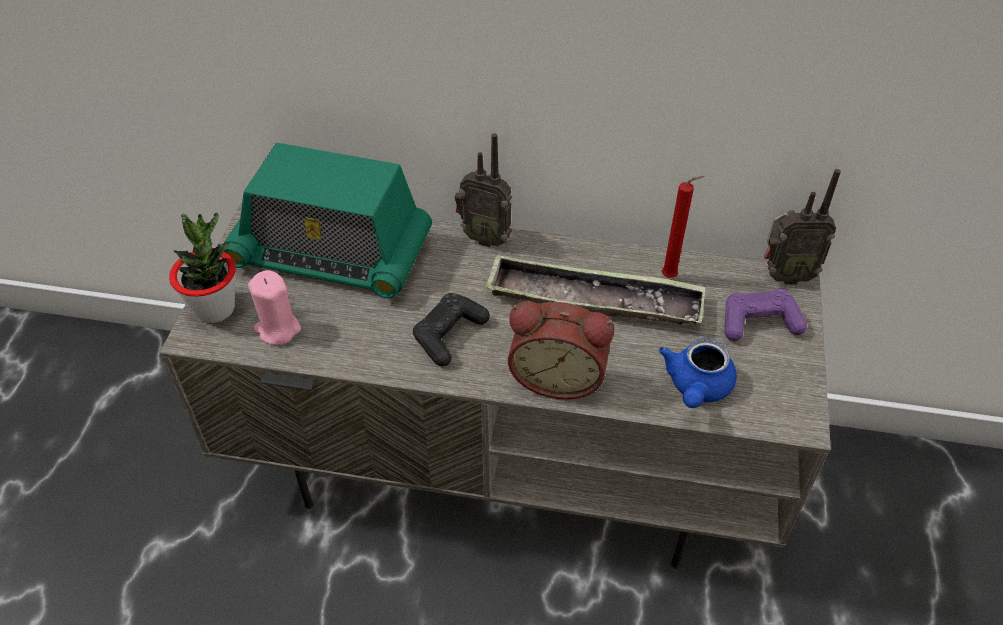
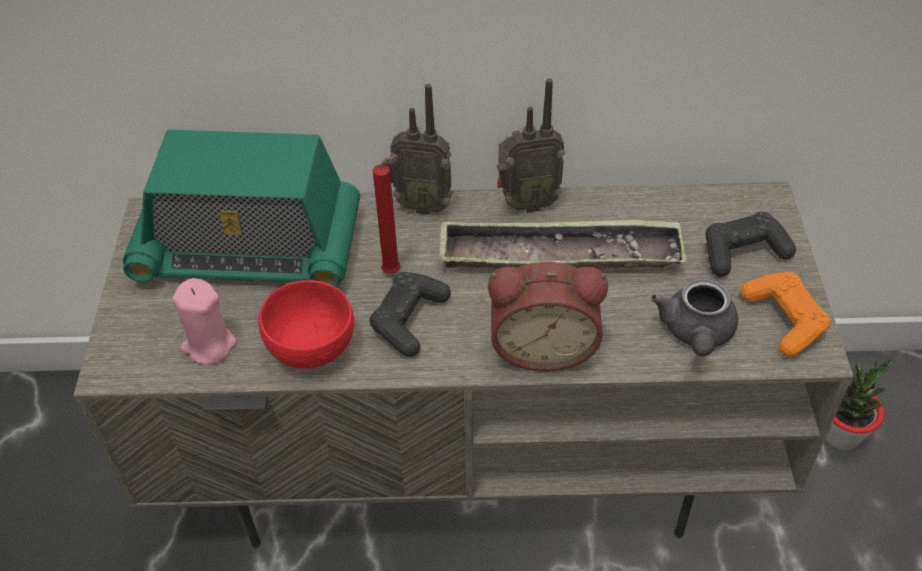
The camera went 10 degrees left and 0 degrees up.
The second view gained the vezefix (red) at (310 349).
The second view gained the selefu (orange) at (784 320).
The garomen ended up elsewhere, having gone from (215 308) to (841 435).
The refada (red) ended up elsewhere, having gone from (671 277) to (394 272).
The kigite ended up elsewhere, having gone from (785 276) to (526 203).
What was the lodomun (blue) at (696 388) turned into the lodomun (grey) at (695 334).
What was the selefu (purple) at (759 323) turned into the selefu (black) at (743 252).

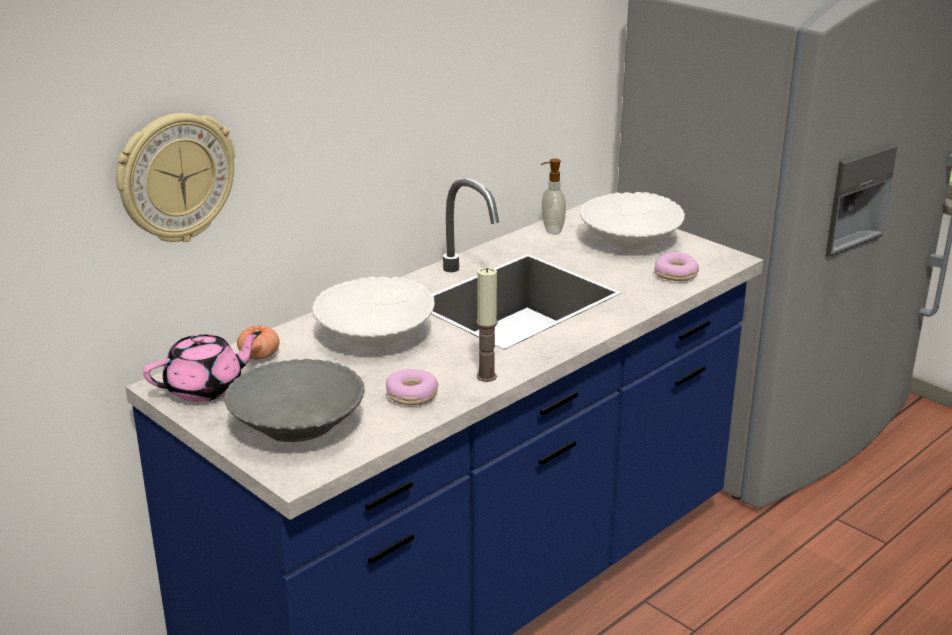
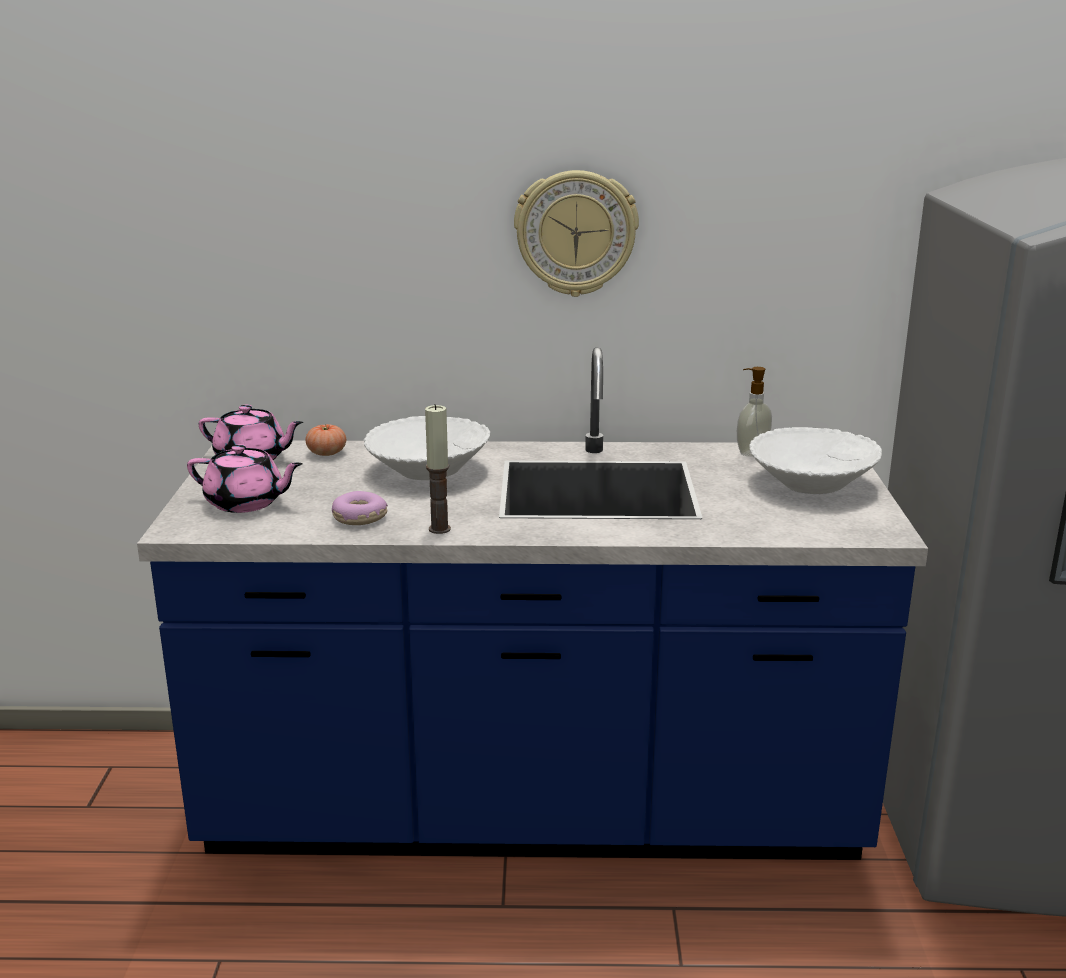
The camera went 45 degrees right and 5 degrees down.
The second view lost the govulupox at (676 274).
The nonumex ended up elsewhere, having gone from (175 178) to (575 233).
Where the vezefix (grey) stood at (297 426), the lodomun (pink) came to stand at (246 503).

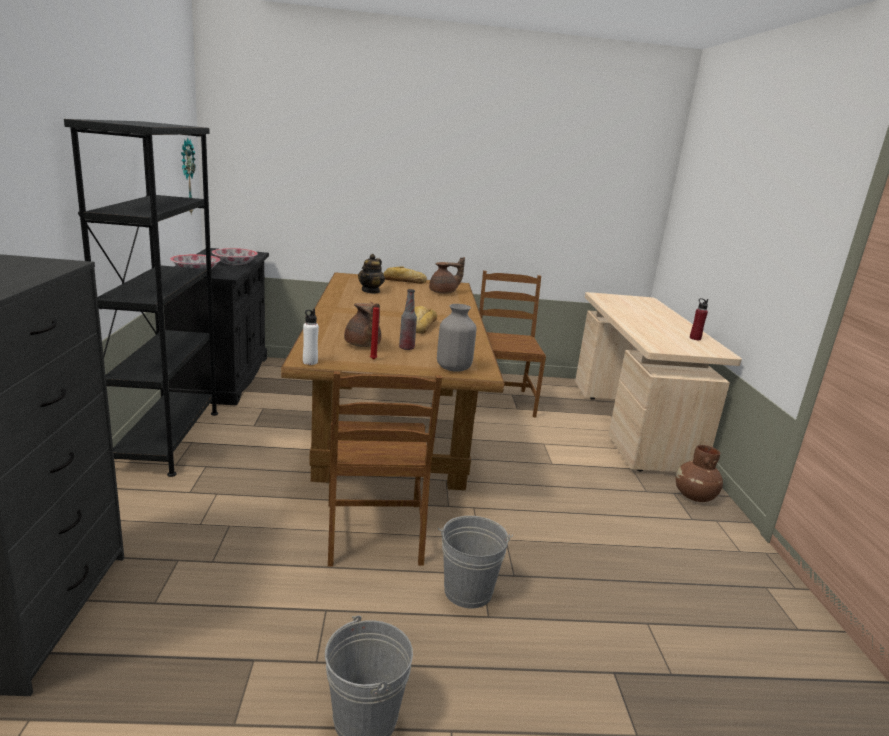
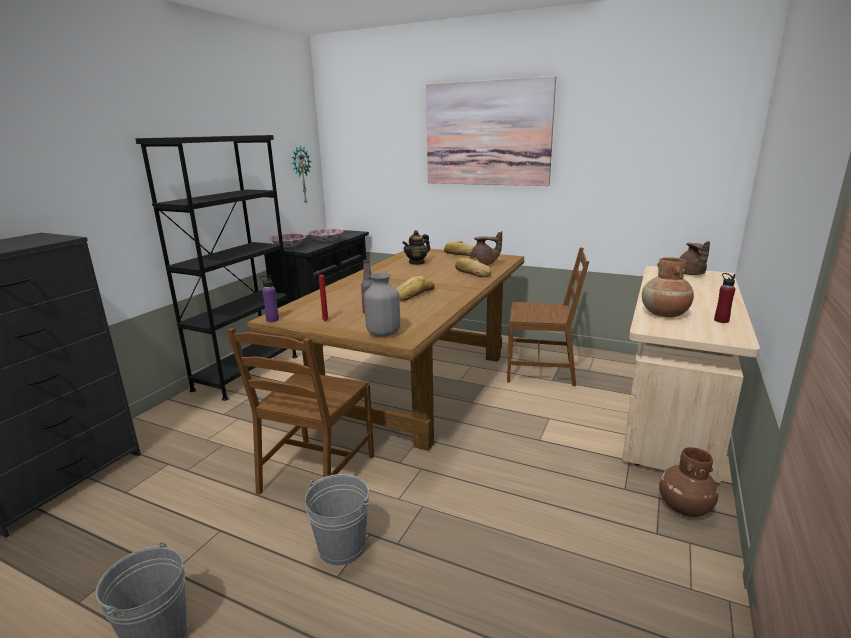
The camera went 30 degrees right and 0 degrees up.
The second view gained the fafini at (487 134).
The second view gained the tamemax at (472 273).
The second view gained the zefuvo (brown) at (664 314).
The lodomun (brown) ended up elsewhere, having gone from (363 345) to (690 274).
What was the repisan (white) at (310 362) turned into the repisan (purple) at (272 320).
The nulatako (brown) at (500 401) ended up facing another way, 75 degrees clockwise from before.

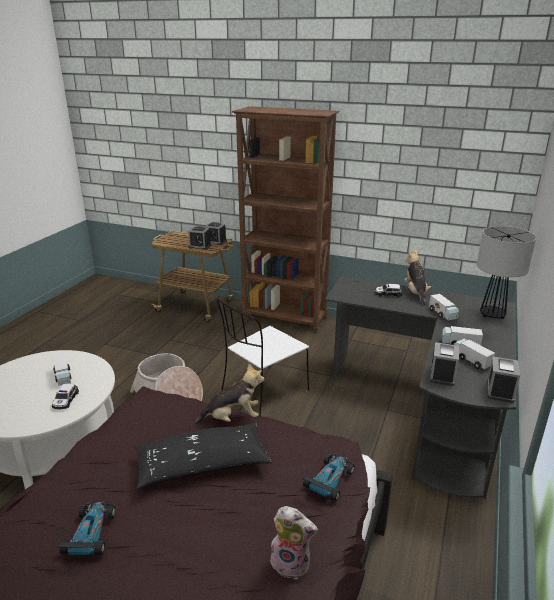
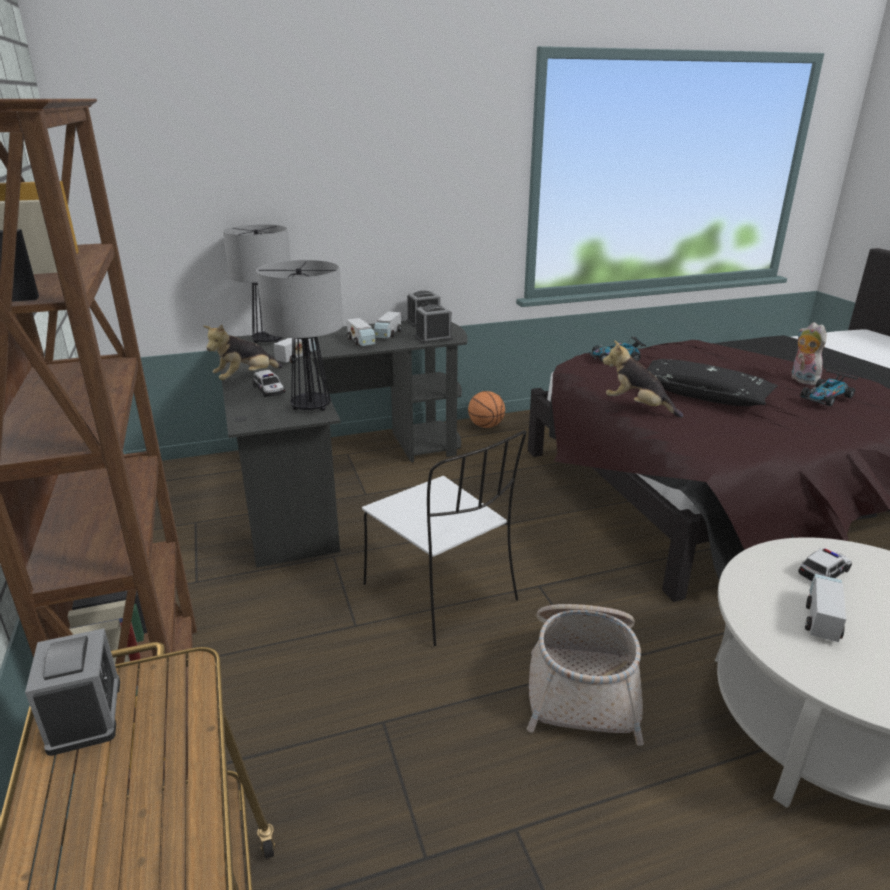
The camera went 130 degrees left and 0 degrees up.
The second view lost the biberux at (200 246).
The second view gained the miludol at (310 407).
The second view gained the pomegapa at (486 426).
The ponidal ended up elsewhere, having gone from (292 563) to (801 380).
The nulatako (white) at (263 391) ended up facing another way, 45 degrees clockwise from before.

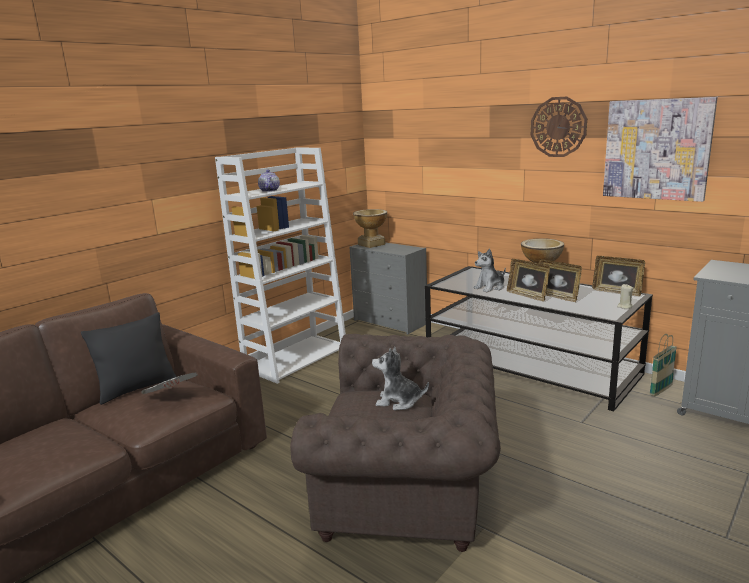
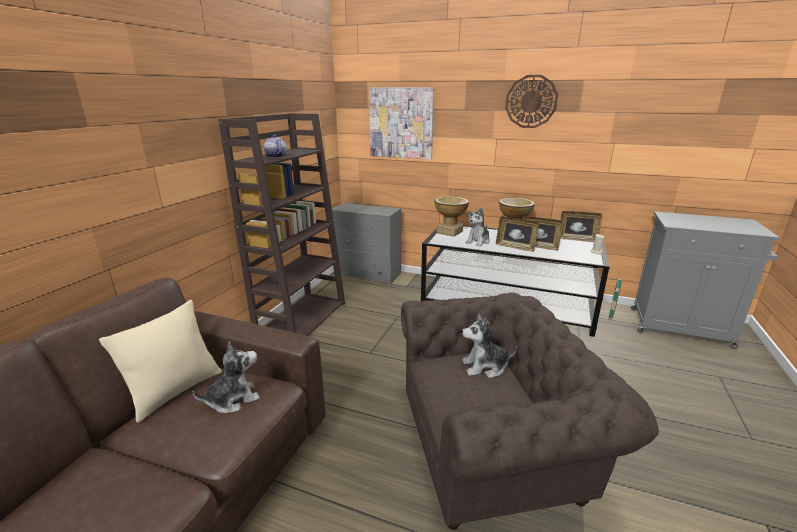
The camera went 20 degrees left and 5 degrees up.
The zefuvo ended up elsewhere, having gone from (371 244) to (450 232).
The fafini ended up elsewhere, having gone from (656 149) to (401 123).
Where the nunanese stood at (171 397), the ponidal came to stand at (233 399).
What was the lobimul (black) at (137 388) turned into the lobimul (beige) at (176 391).
What was the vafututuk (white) at (296 358) turned into the vafututuk (brown) at (302 319).

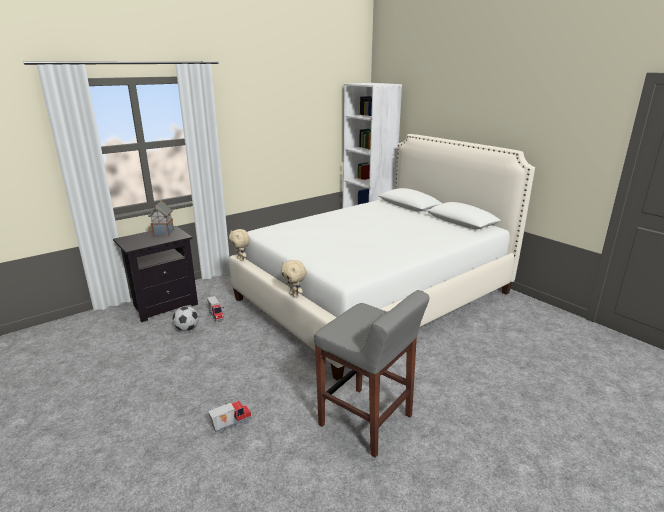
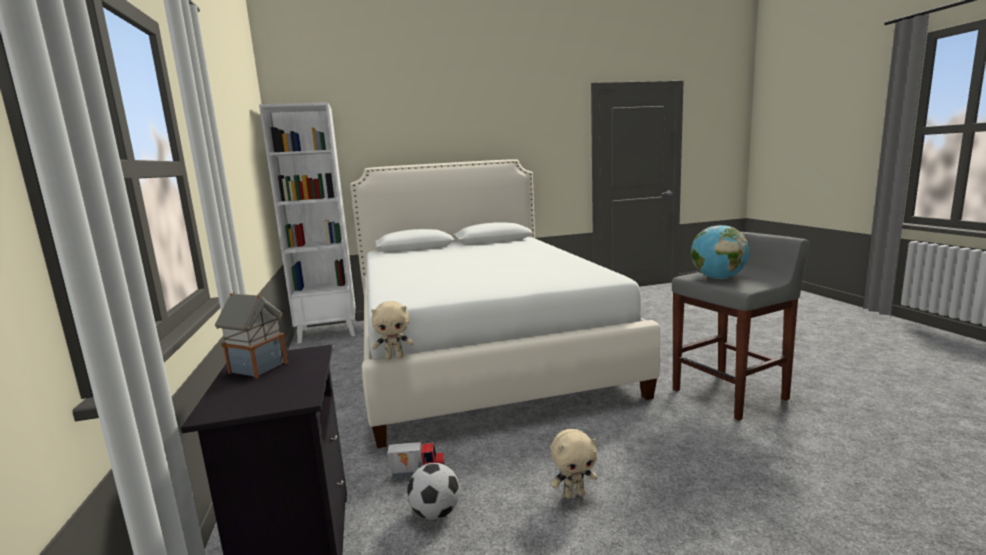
The camera went 65 degrees left and 10 degrees down.
The second view lost the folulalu at (231 424).
The second view gained the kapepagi at (717 278).
The ponidal (beige) ended up elsewhere, having gone from (294 295) to (574 494).

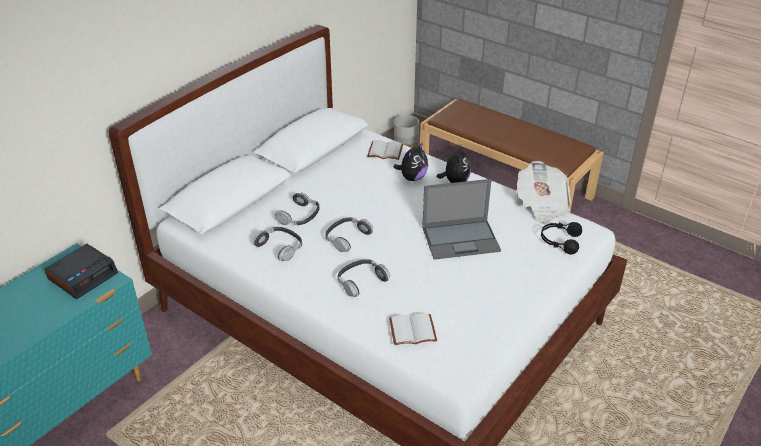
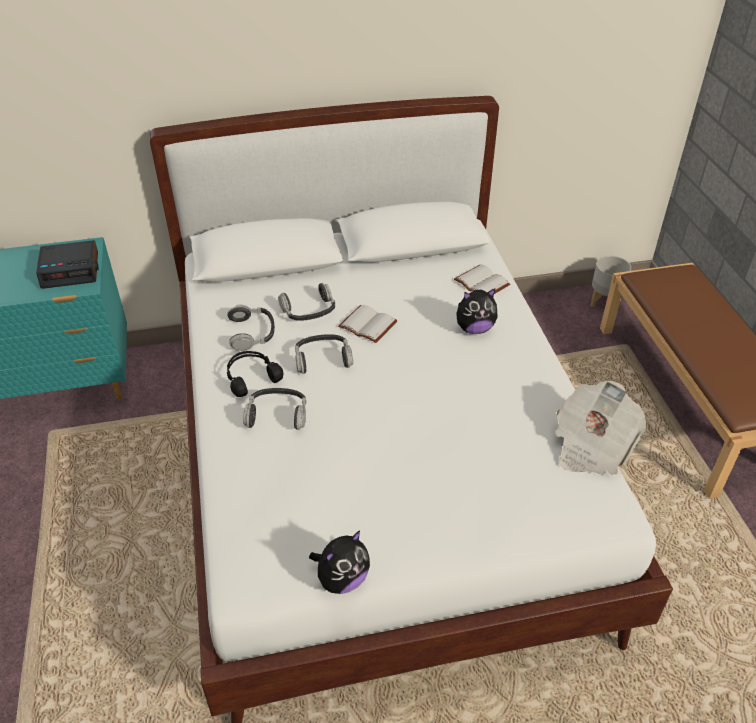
The camera went 40 degrees right and 5 degrees up.
The second view lost the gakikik at (461 239).
The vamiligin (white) ended up elsewhere, having gone from (413 329) to (369 324).
The ponidal ended up elsewhere, having gone from (455 182) to (342 579).
The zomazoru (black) ended up elsewhere, having gone from (559 241) to (251 377).

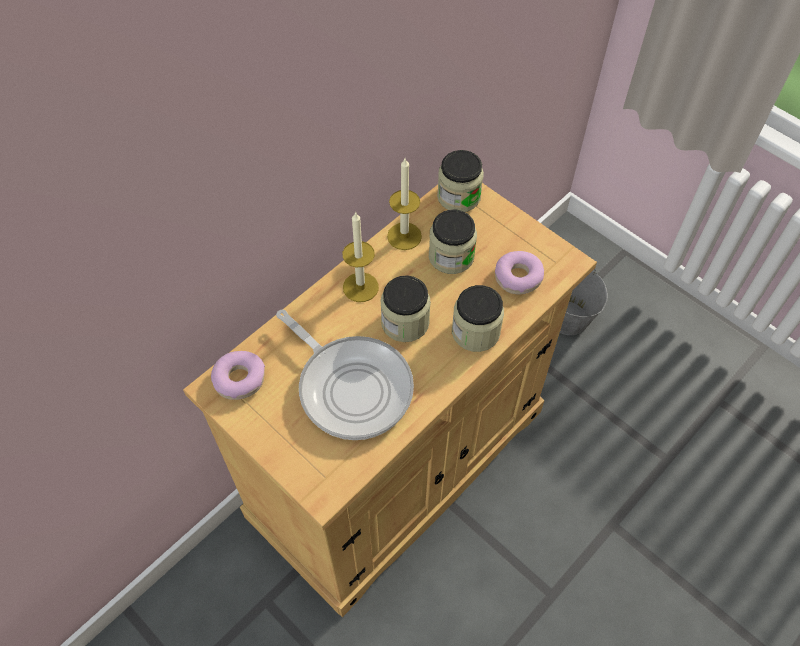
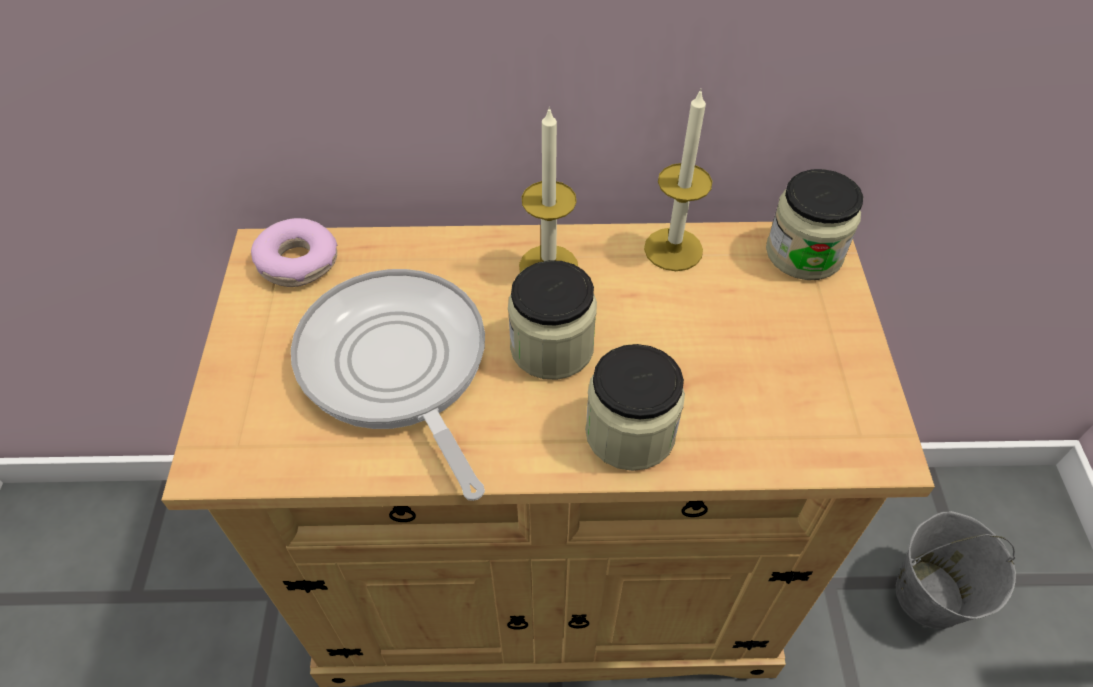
The camera went 45 degrees right and 5 degrees down.
The second view lost the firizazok at (451 256).
The second view lost the govulupox at (518 277).
The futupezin at (351 386) ended up facing another way, 150 degrees clockwise from before.

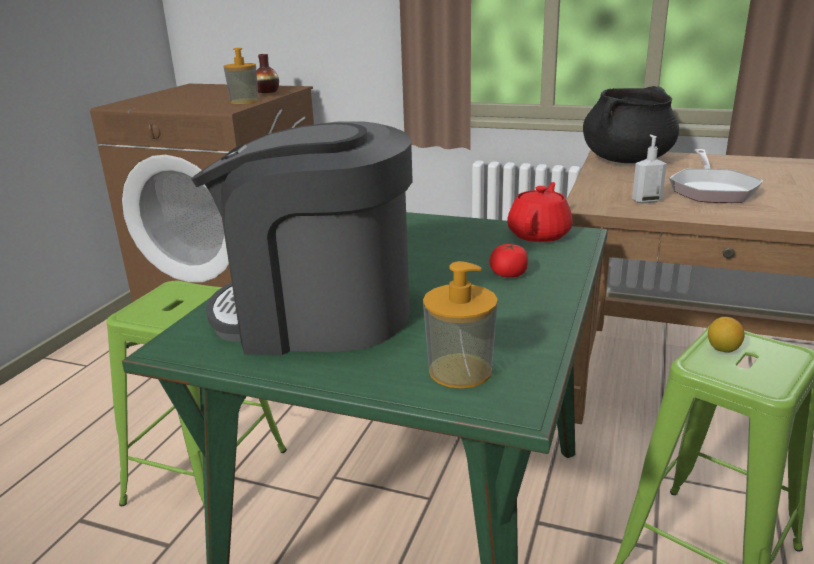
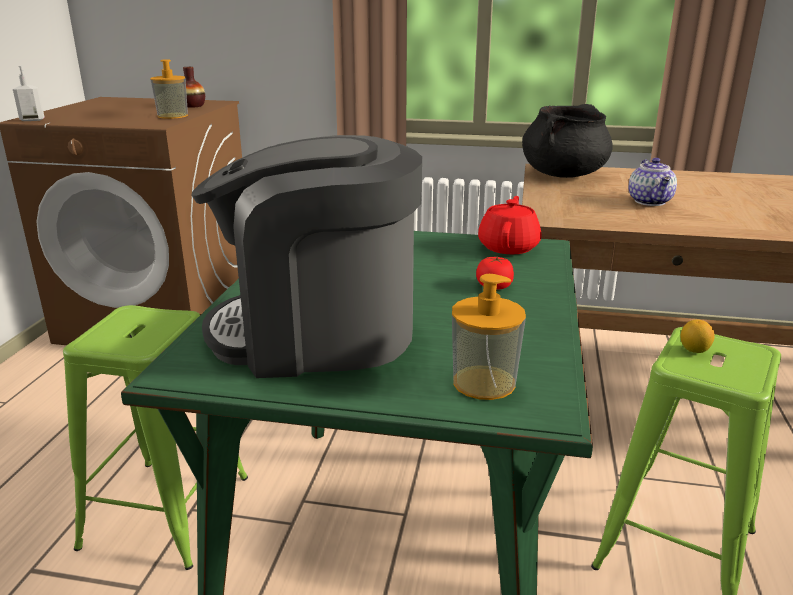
The camera went 10 degrees left and 0 degrees up.
The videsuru ended up elsewhere, having gone from (646 201) to (32 120).
Where the futupezin stood at (711 190), the lodomun came to stand at (651 202).

